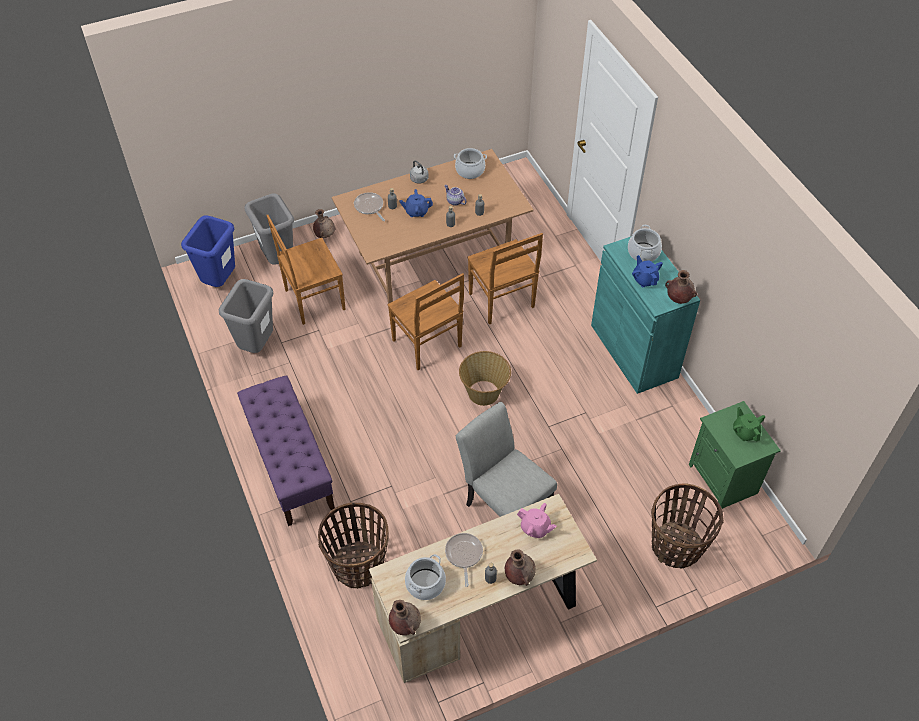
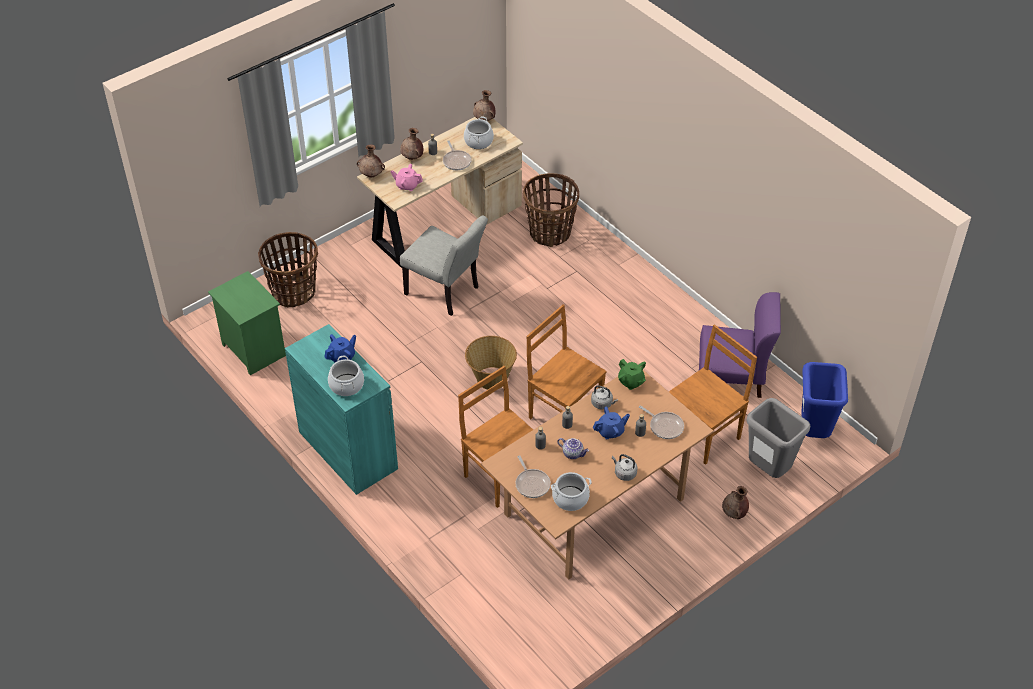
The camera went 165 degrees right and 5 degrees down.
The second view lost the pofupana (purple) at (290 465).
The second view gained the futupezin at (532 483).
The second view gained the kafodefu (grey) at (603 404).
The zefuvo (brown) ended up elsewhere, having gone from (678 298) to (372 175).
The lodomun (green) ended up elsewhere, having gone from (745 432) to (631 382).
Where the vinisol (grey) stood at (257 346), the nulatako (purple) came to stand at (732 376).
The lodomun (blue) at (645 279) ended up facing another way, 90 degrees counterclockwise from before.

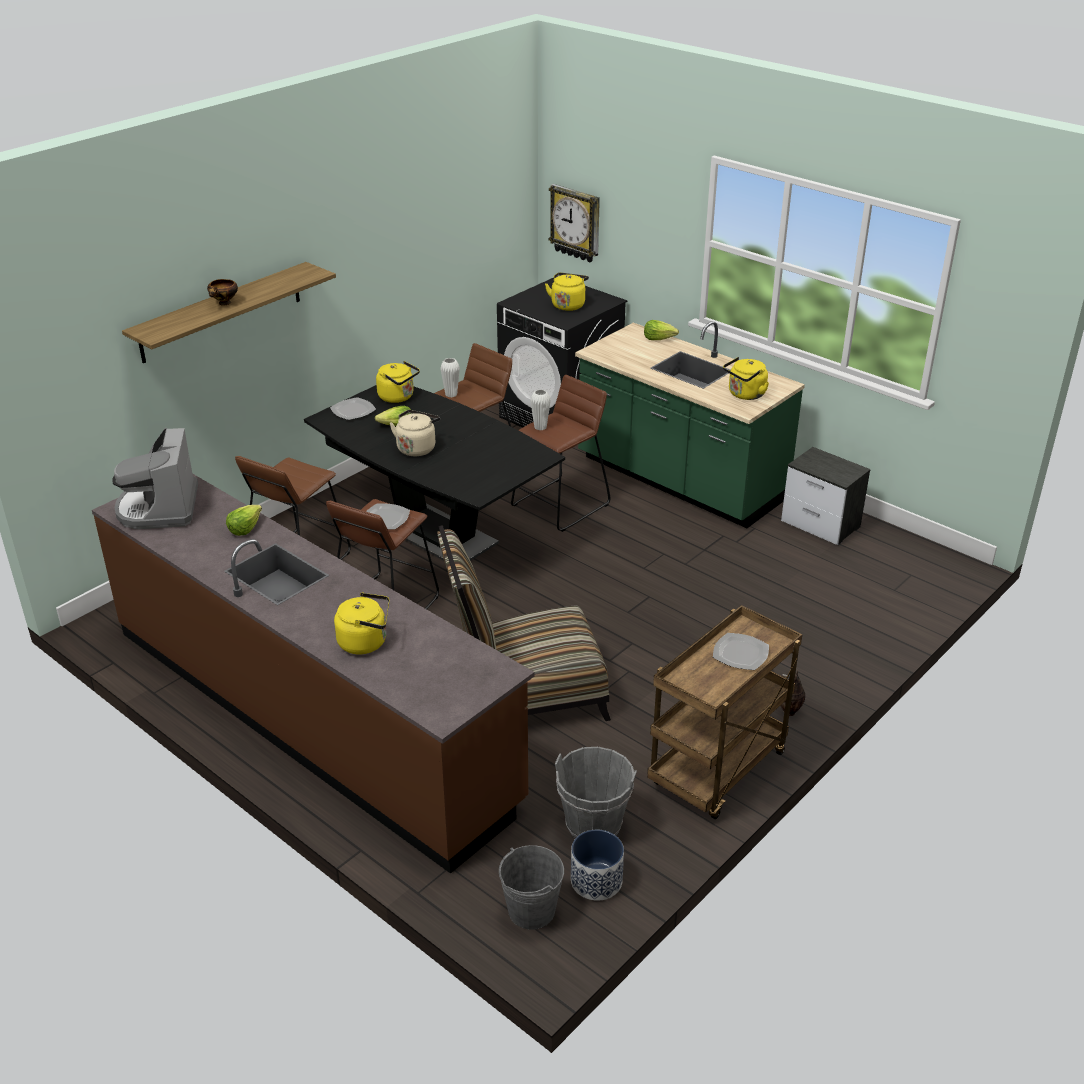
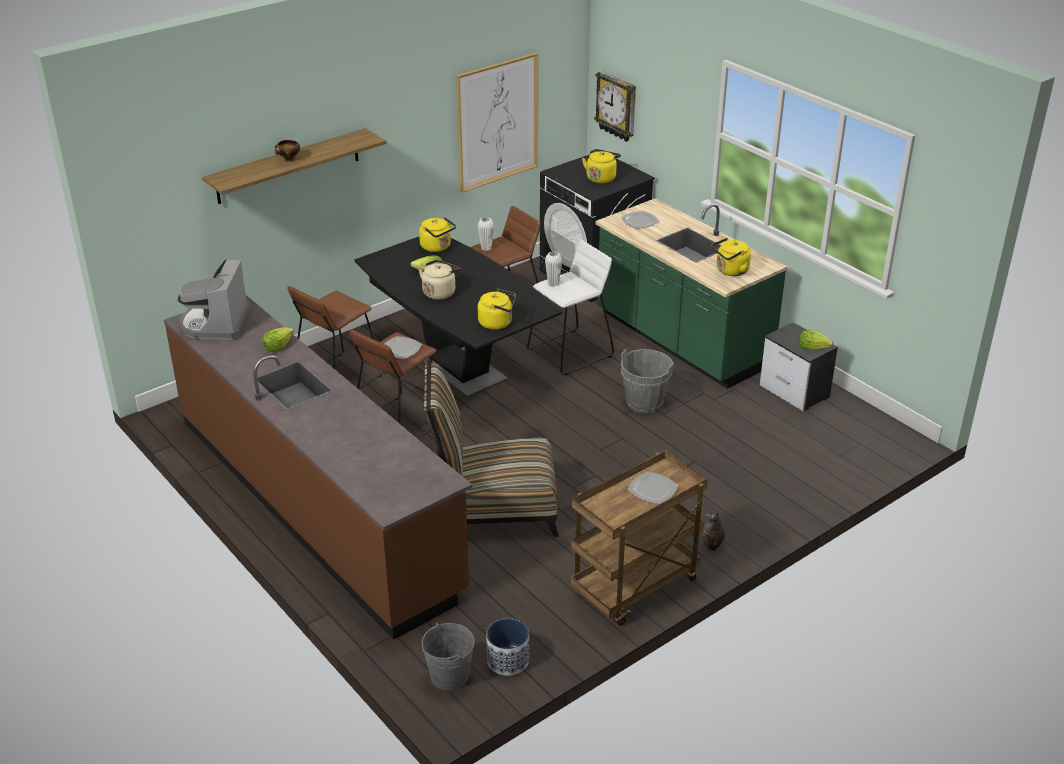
The camera went 10 degrees right and 0 degrees up.
The second view gained the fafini at (497 122).
The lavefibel ended up elsewhere, having gone from (353 410) to (640 221).
The kafodefu (yellow) ended up elsewhere, having gone from (366 642) to (497 323).
The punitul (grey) ended up elsewhere, having gone from (593 825) to (644 402).
The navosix ended up elsewhere, having gone from (659 338) to (813 347).
What was the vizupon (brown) at (560 505) turned into the vizupon (white) at (570 352).

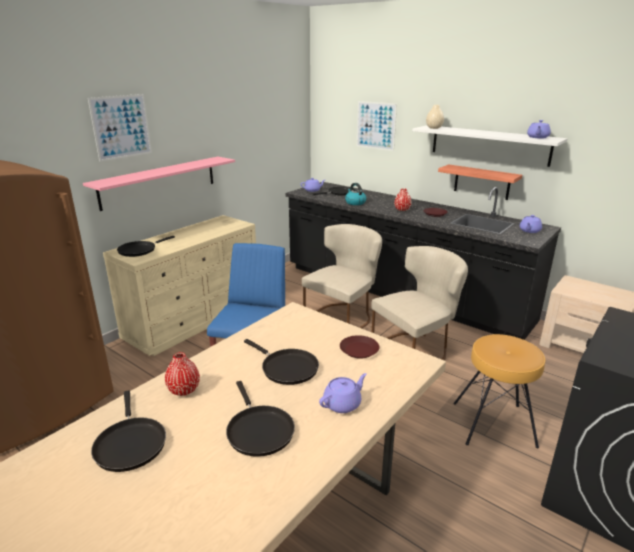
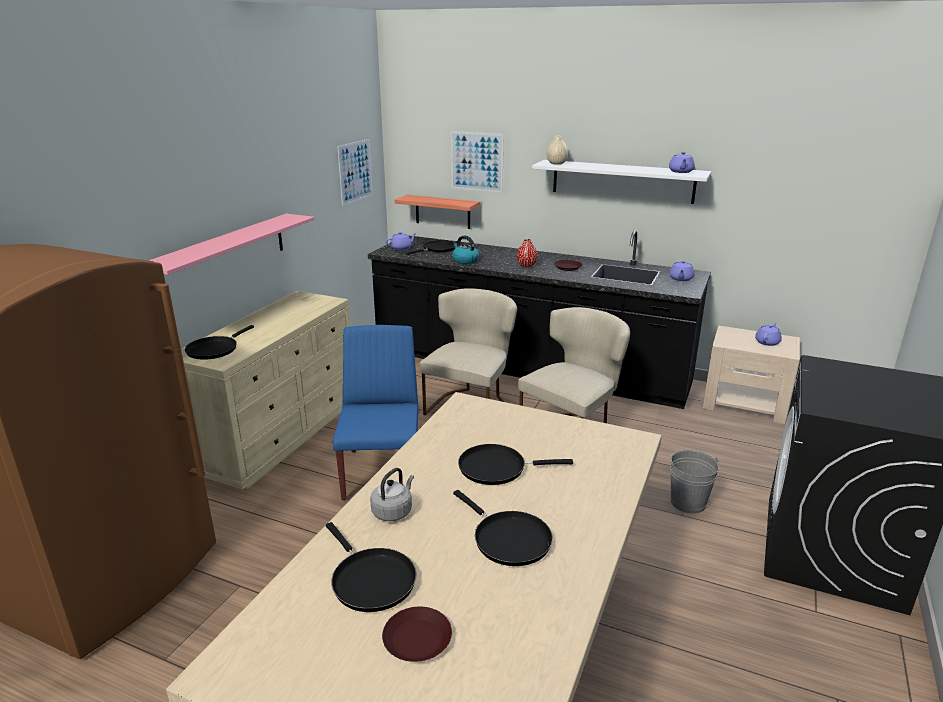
The camera went 15 degrees left and 0 degrees up.
The fafini ended up elsewhere, having gone from (121 127) to (355 171).
The lodomun (purple) ended up elsewhere, having gone from (343 404) to (767 342).
The lavefibel (brown) ended up elsewhere, having gone from (359 350) to (418 639).
The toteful ended up elsewhere, having gone from (482 182) to (442 211).
Where the zefuvo (red) stood at (184 390), the kafodefu (grey) came to stand at (393 511).
Where the vizupon (brown) stood at (494 424), the punitul (grey) came to stand at (688 502).
The futupezin (black) at (287 368) ended up facing another way, 150 degrees clockwise from before.

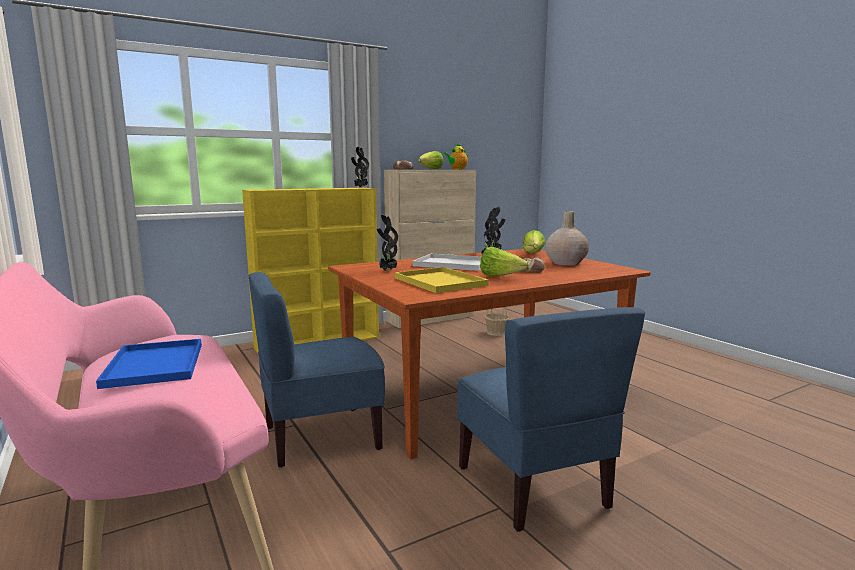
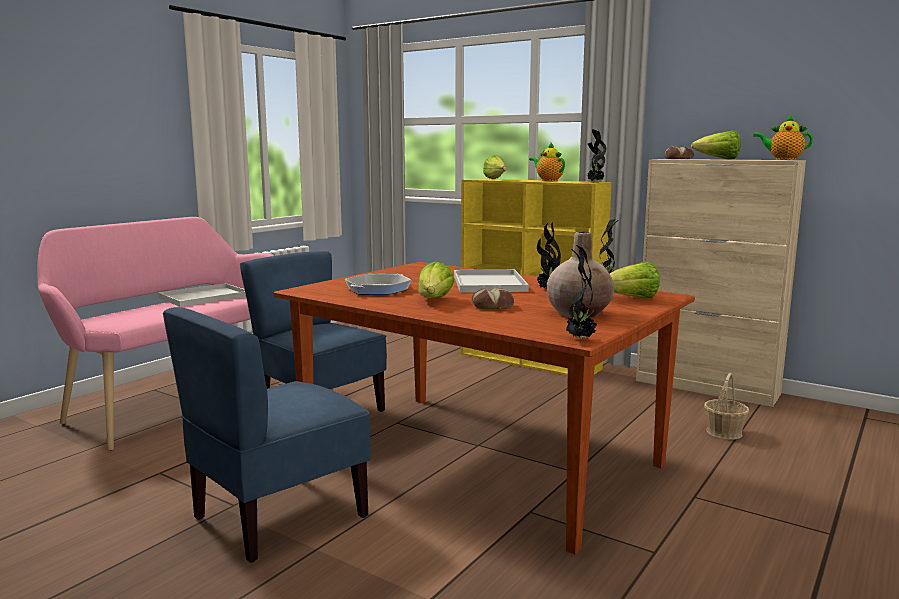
The camera went 65 degrees right and 0 degrees up.
The second view gained the navosix at (496 179).
The second view gained the lodomun at (548 180).
The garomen ended up elsewhere, having gone from (387 271) to (579 339).
Where the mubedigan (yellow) stood at (441 282), the futupezin came to stand at (378 289).
What was the mubedigan (blue) at (156 365) turned into the mubedigan (white) at (203 297).

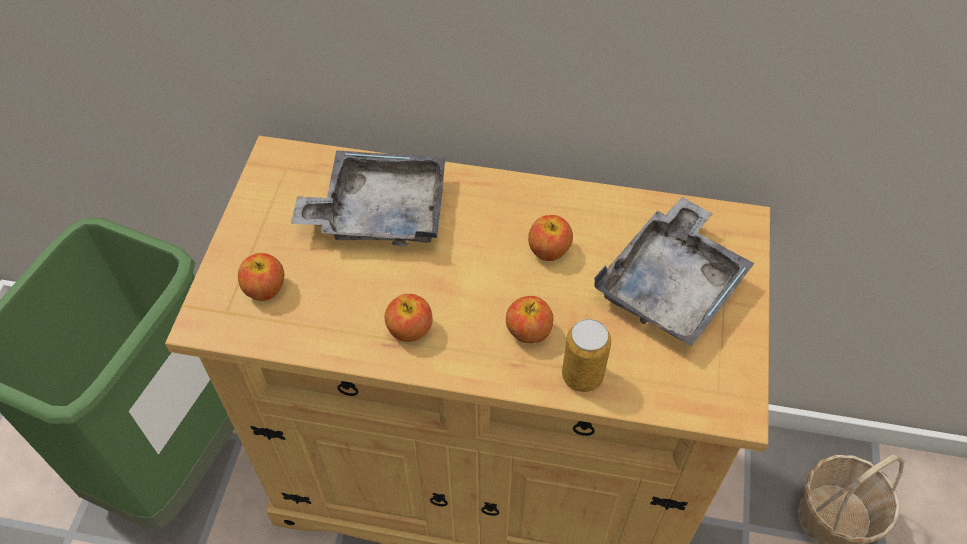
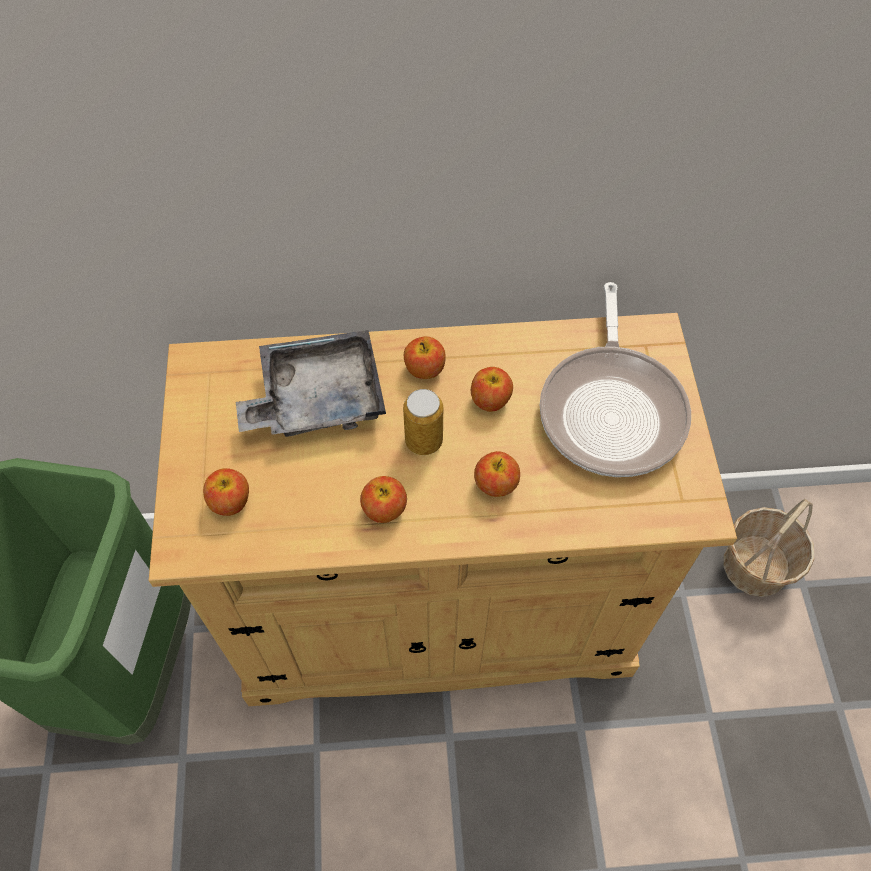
The camera went 15 degrees left and 5 degrees up.
The second view gained the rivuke at (424 369).
The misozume ended up elsewhere, having gone from (582 376) to (424 441).
Where the mubedigan (grey) stood at (671 286), the futupezin came to stand at (612 409).

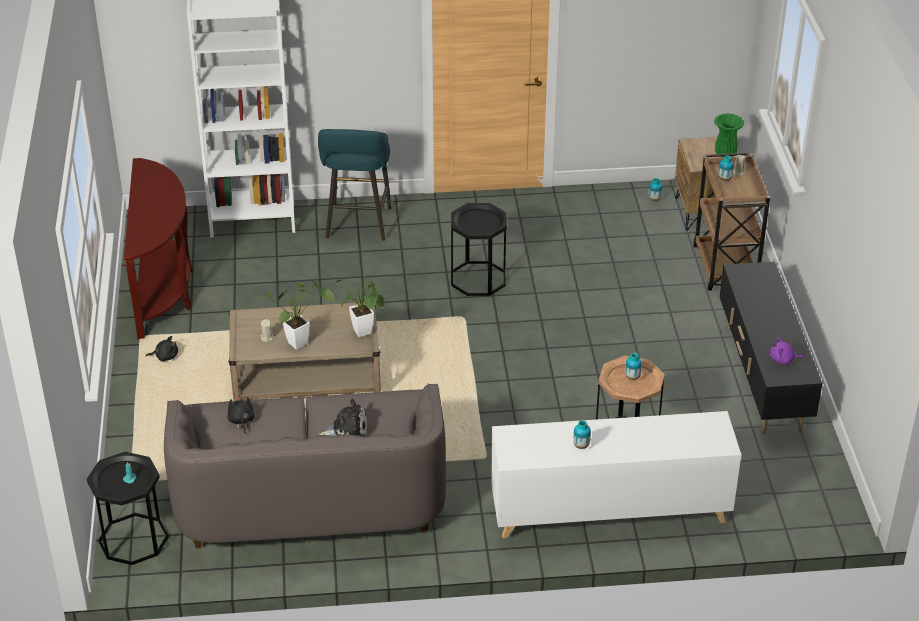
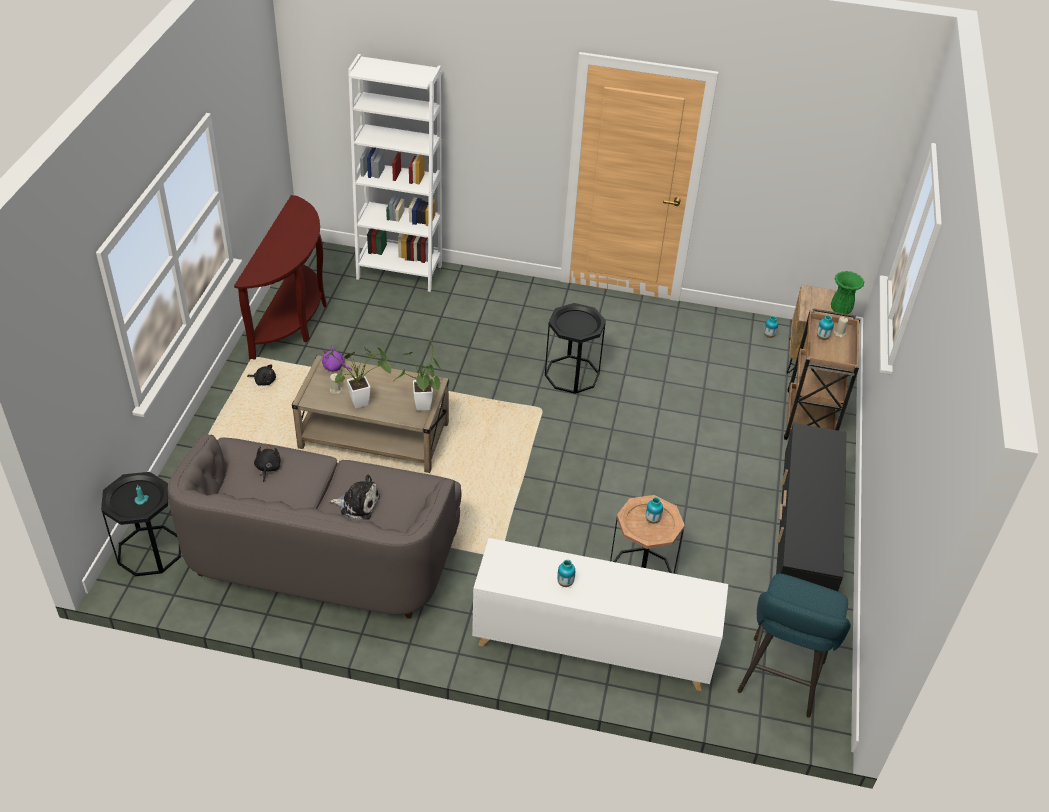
The camera went 15 degrees right and 5 degrees up.
The vizupon (turquoise) ended up elsewhere, having gone from (358 225) to (779 681).
The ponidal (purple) ended up elsewhere, having gone from (783 360) to (335 367).

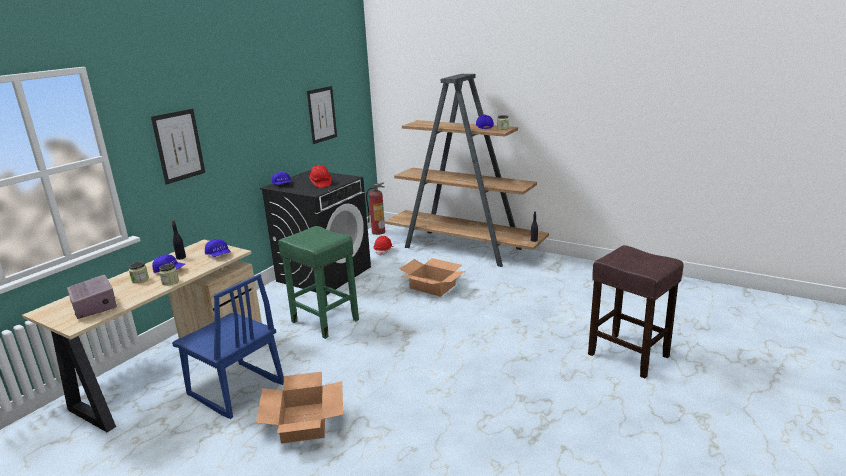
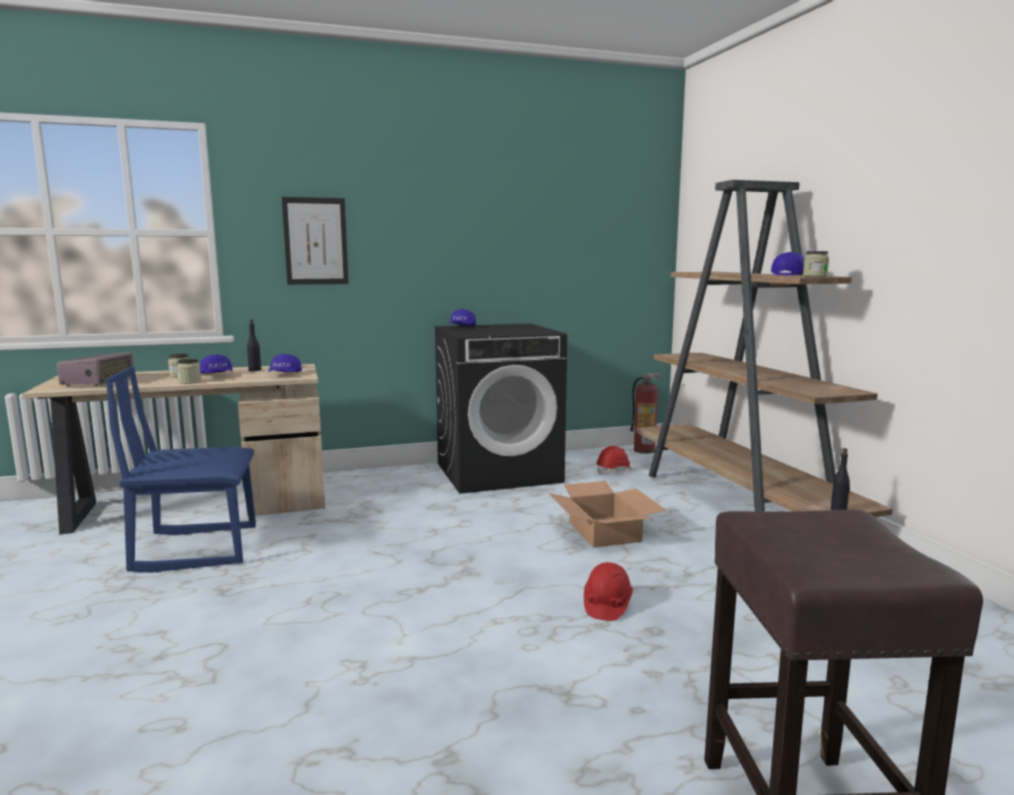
The camera went 40 degrees right and 10 degrees down.
The second view lost the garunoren at (304 422).
The second view lost the vizupon (green) at (324 320).
The second view lost the fafini at (322 114).
The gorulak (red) ended up elsewhere, having gone from (320 183) to (607 605).
The nulatako (blue) at (235 390) ended up facing another way, 90 degrees clockwise from before.

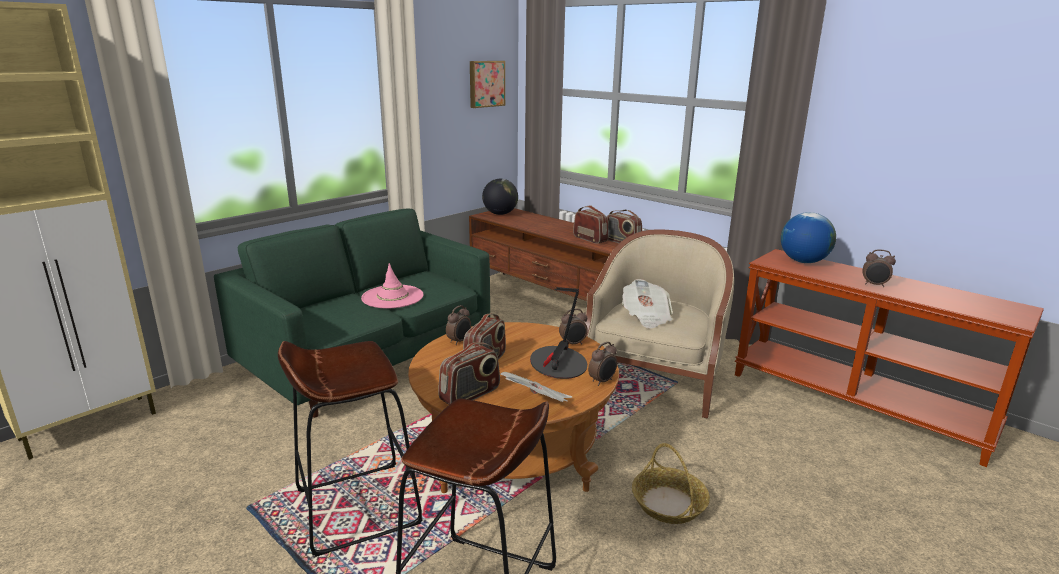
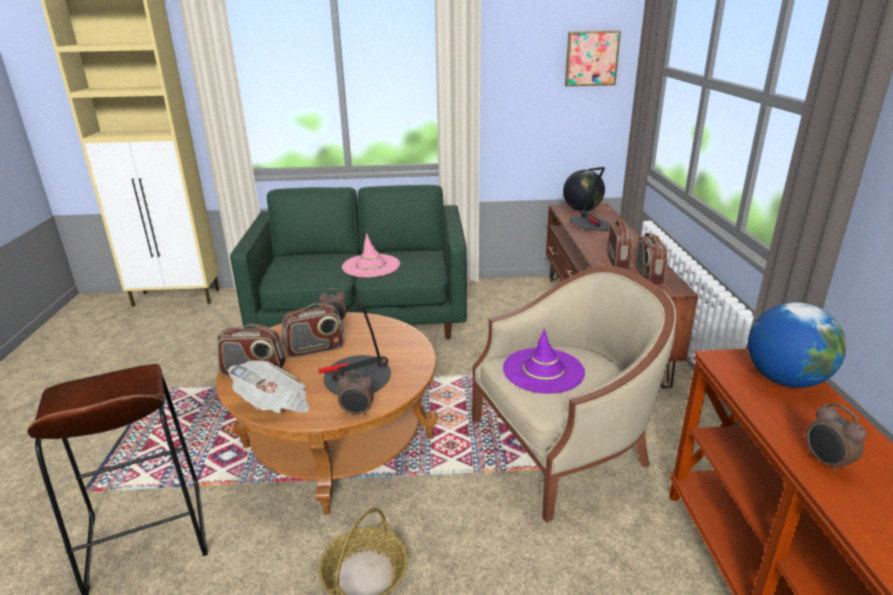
The camera went 45 degrees right and 5 degrees up.
The second view lost the vizupon (brown) at (357 507).
The second view lost the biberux at (573 344).
The second view gained the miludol at (590 225).
Where the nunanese stood at (646 317), the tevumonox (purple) came to stand at (543 371).

